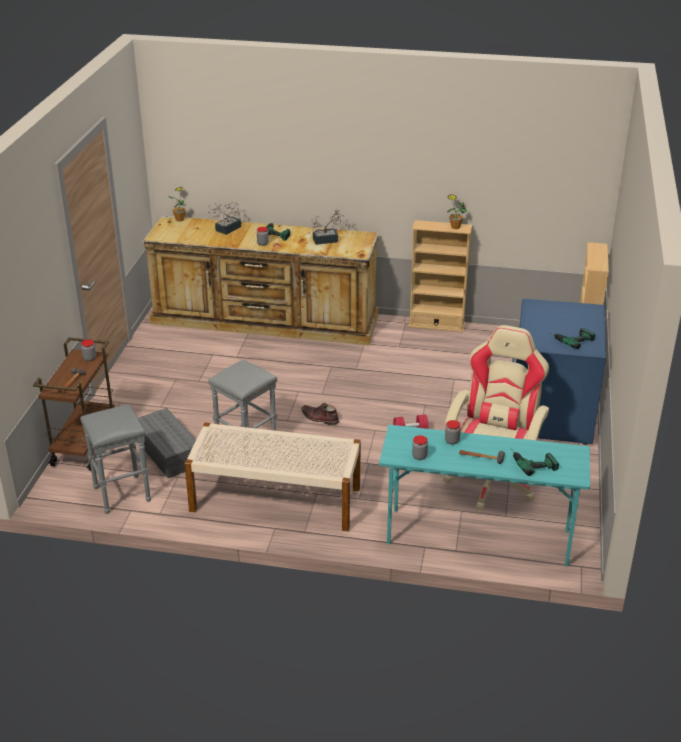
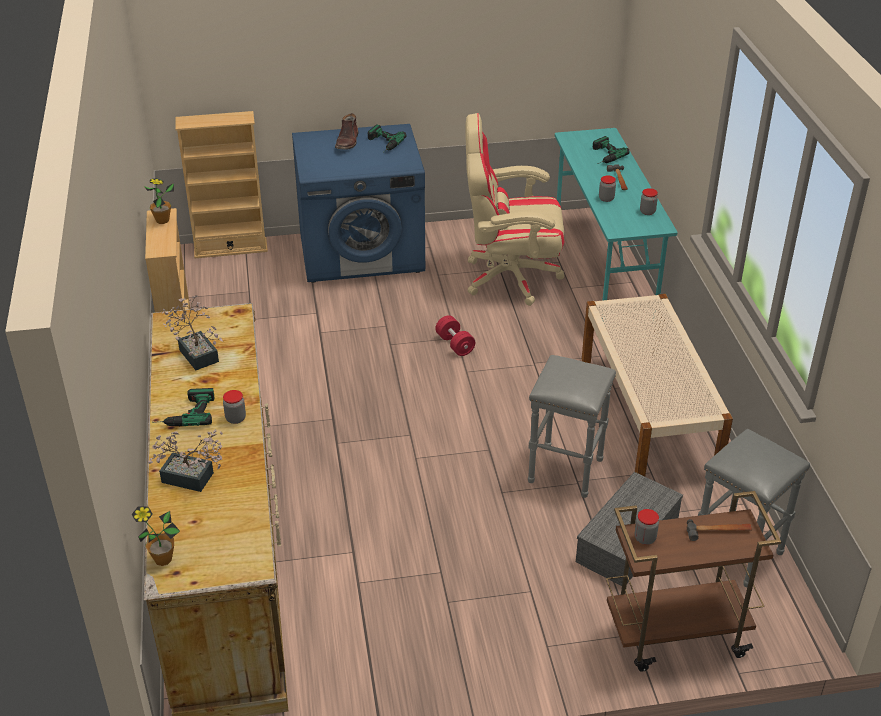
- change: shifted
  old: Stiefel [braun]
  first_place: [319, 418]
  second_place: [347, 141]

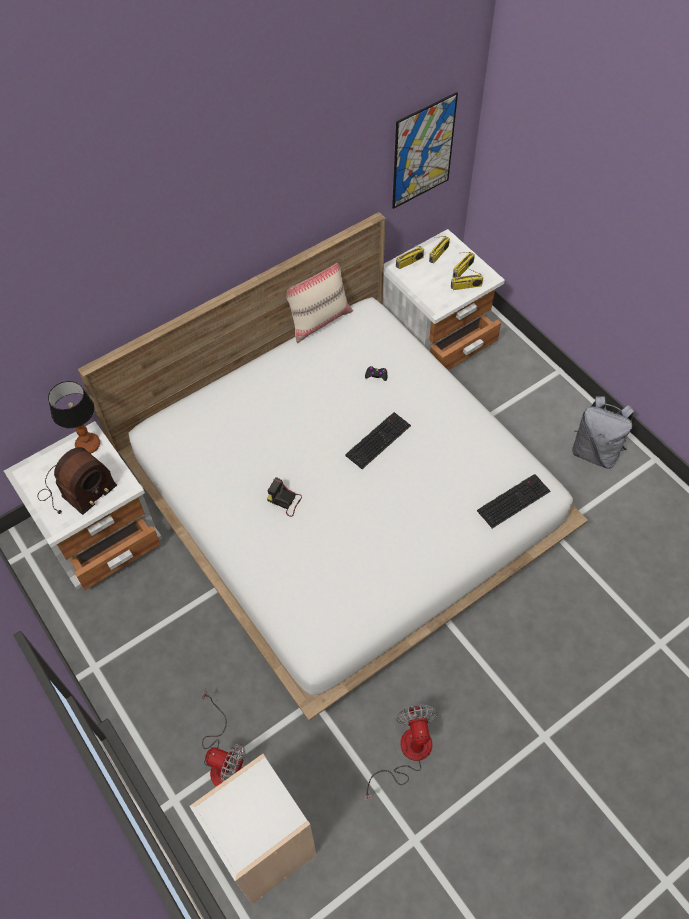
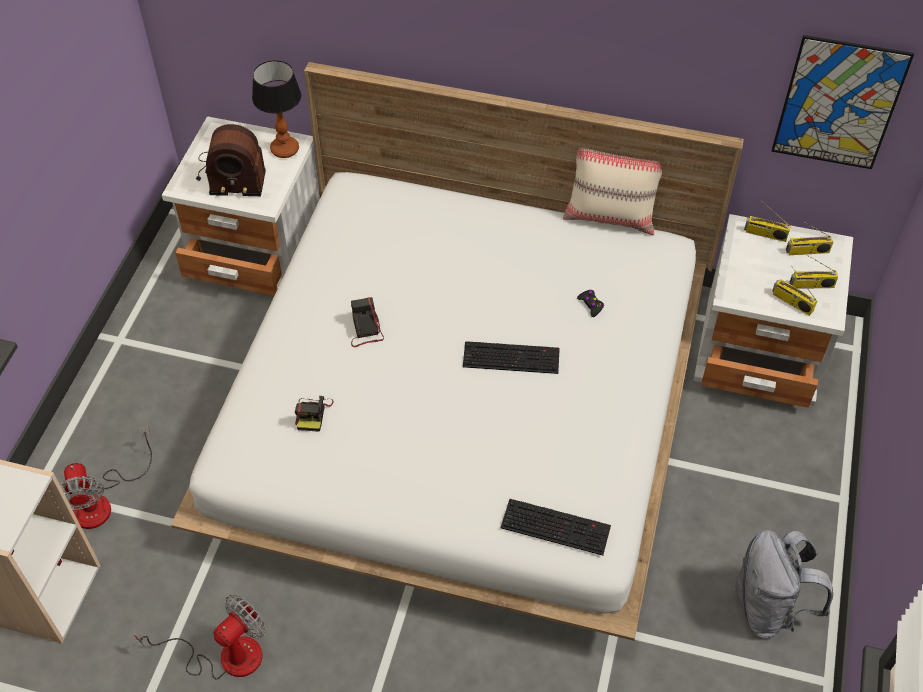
- change: new
  new: Kamera
  second_place: [313, 414]

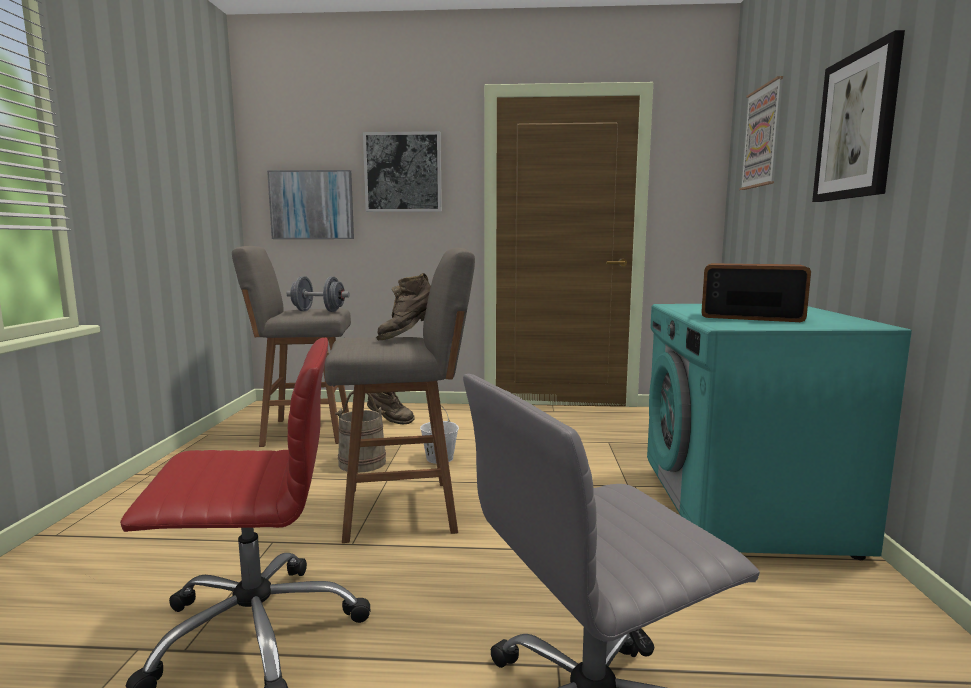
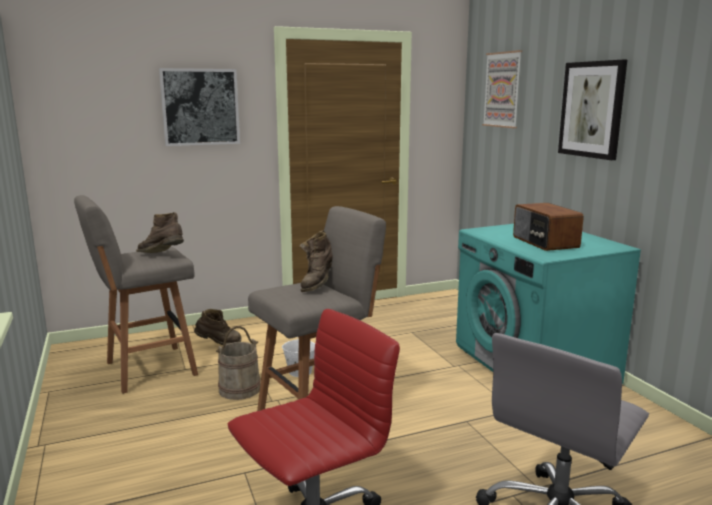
- change: swapped
  old: Hantel [grau]
  new: Stiefel [braun]
  first_place: [318, 311]
  second_place: [162, 255]
- change: rotated
  old: Radio
  first_place: [750, 316]
  second_place: [544, 242]
  degrees: -105
- change: gone
  old: Bild
  first_place: [312, 205]

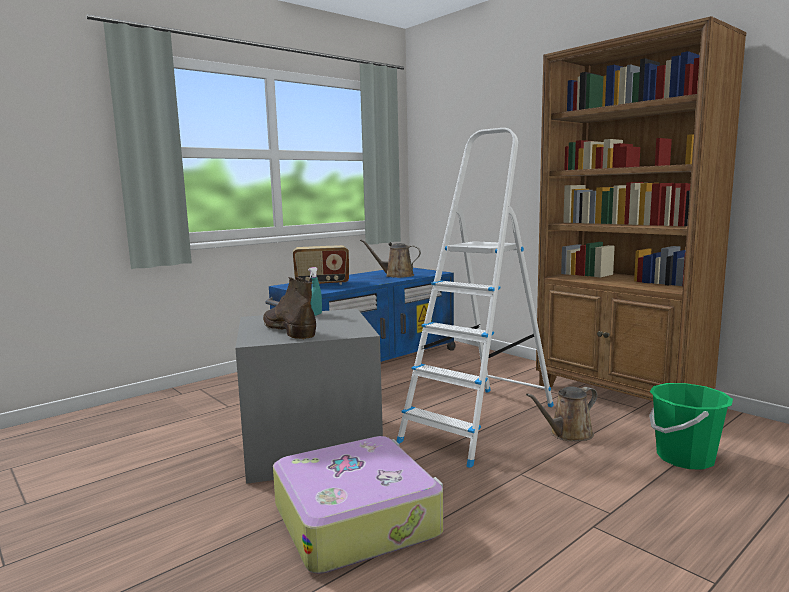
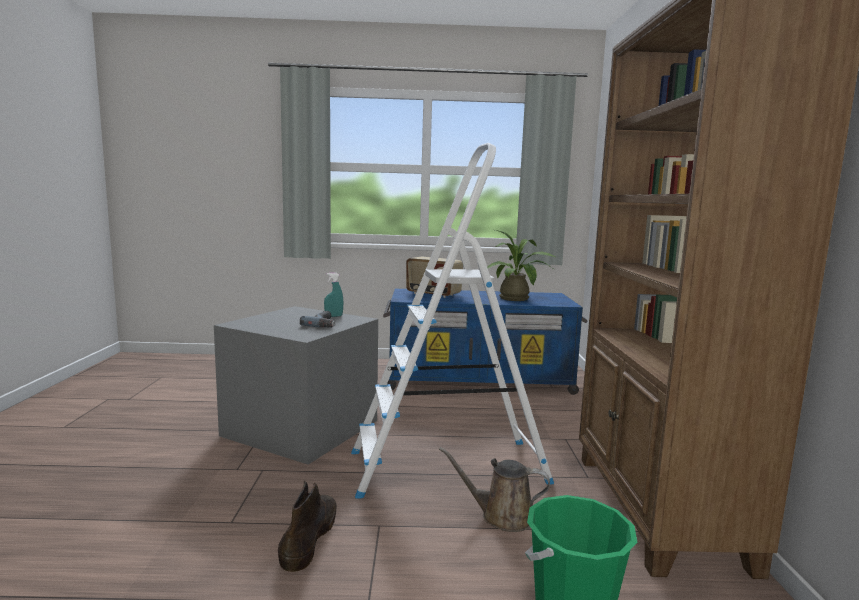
- change: shifted
  old: Stiefel [braun]
  first_place: [288, 330]
  second_place: [310, 536]
- change: new
  new: Bohrmaschine
  second_place: [324, 324]
- change: swapped
  old: Gießkanne [braun]
  new: Topfpflanze
  first_place: [396, 275]
  second_place: [517, 299]
- change: gone
  old: Koffer
  first_place: [357, 518]

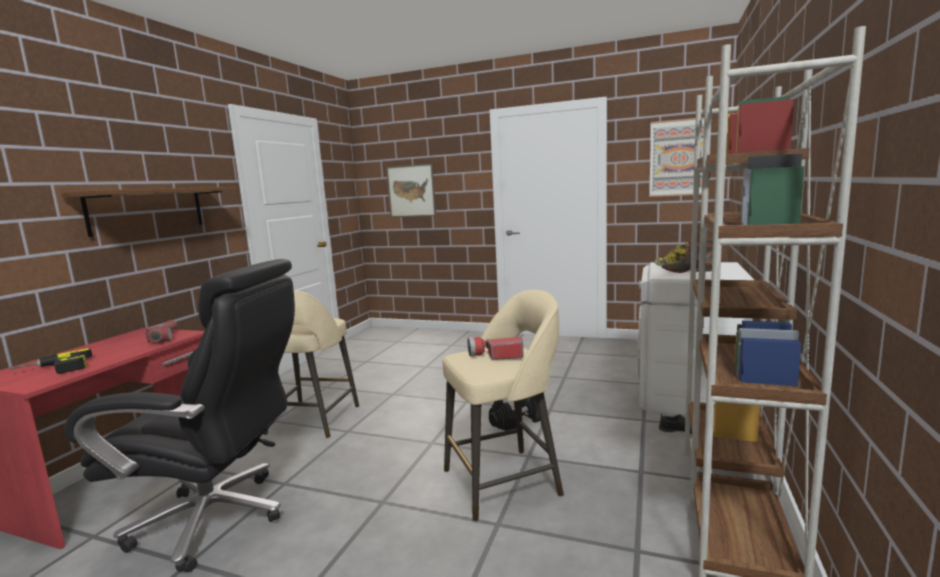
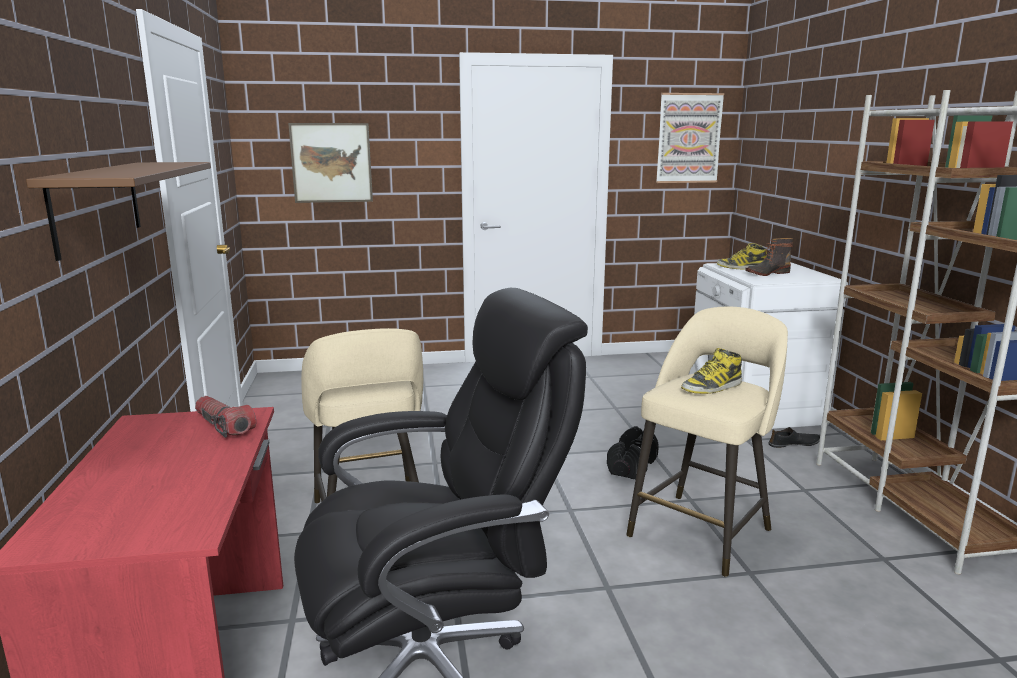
- change: swapped
  old: Taschenlampe
  new: Stiefel
  first_place: [495, 356]
  second_place: [712, 387]
- change: gone
  old: Bohrmaschine
  first_place: [53, 369]

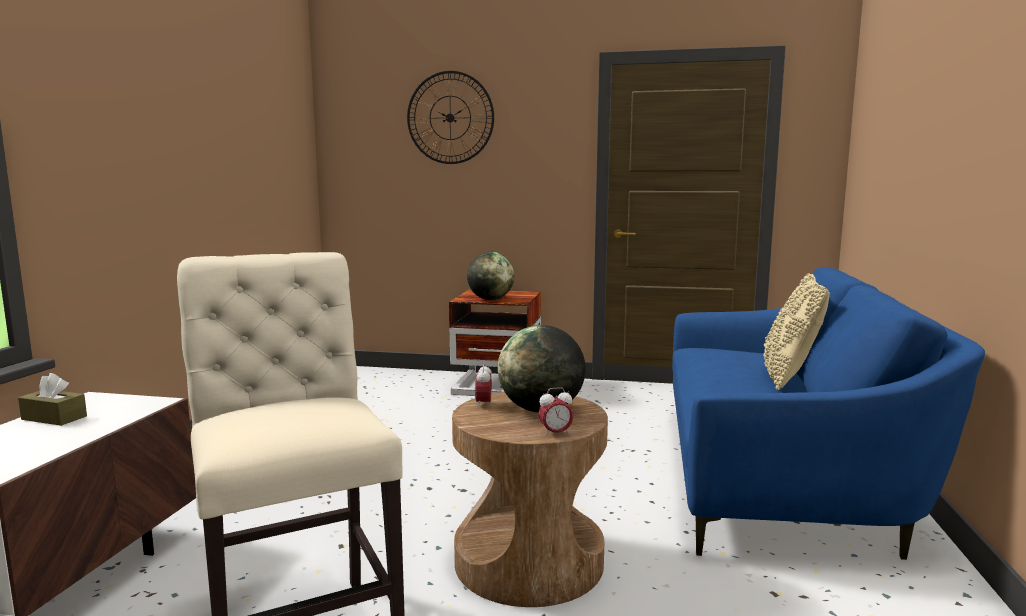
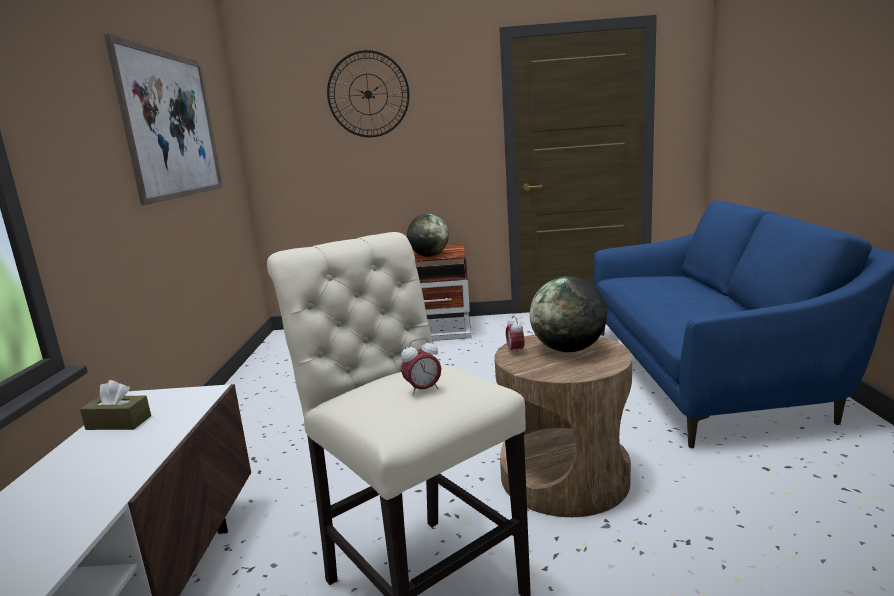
- change: new
  new: Bild
  second_place: [172, 125]
- change: shifted
  old: Wecker
  first_place: [555, 433]
  second_place: [423, 390]
- change: gone
  old: Kissen [beige]
  first_place: [789, 377]

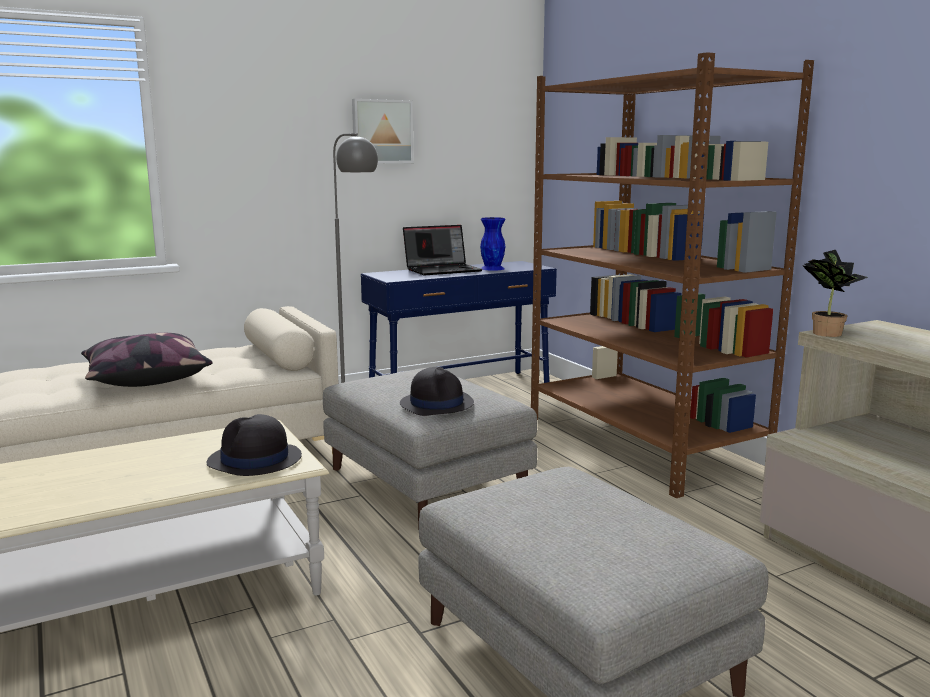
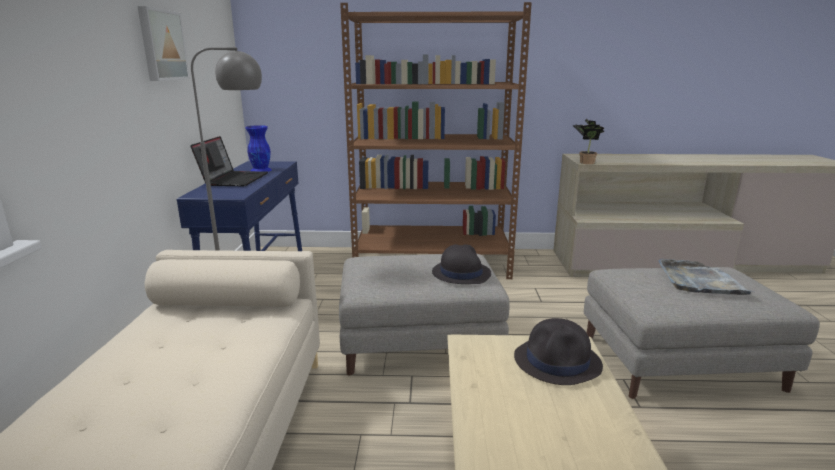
- change: new
  new: Tablett [grau]
  second_place: [699, 281]
- change: gone
  old: Kissen
  first_place: [145, 378]

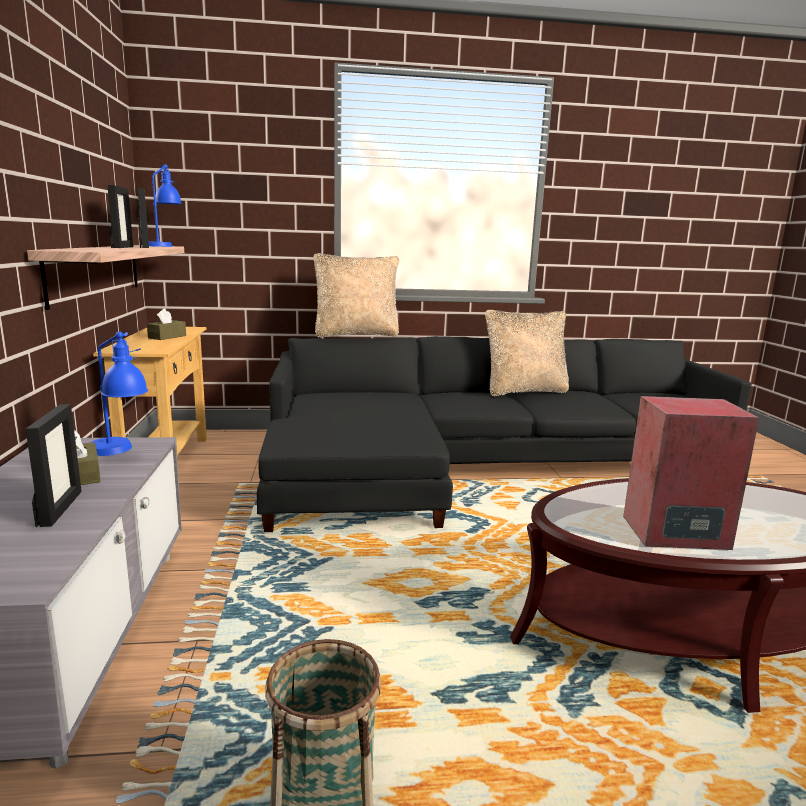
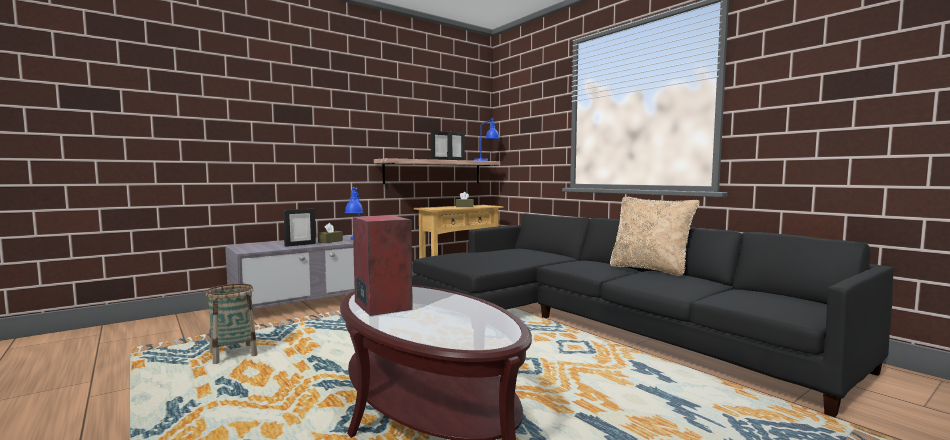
- change: gone
  old: Kissen [beige]
  first_place: [357, 336]

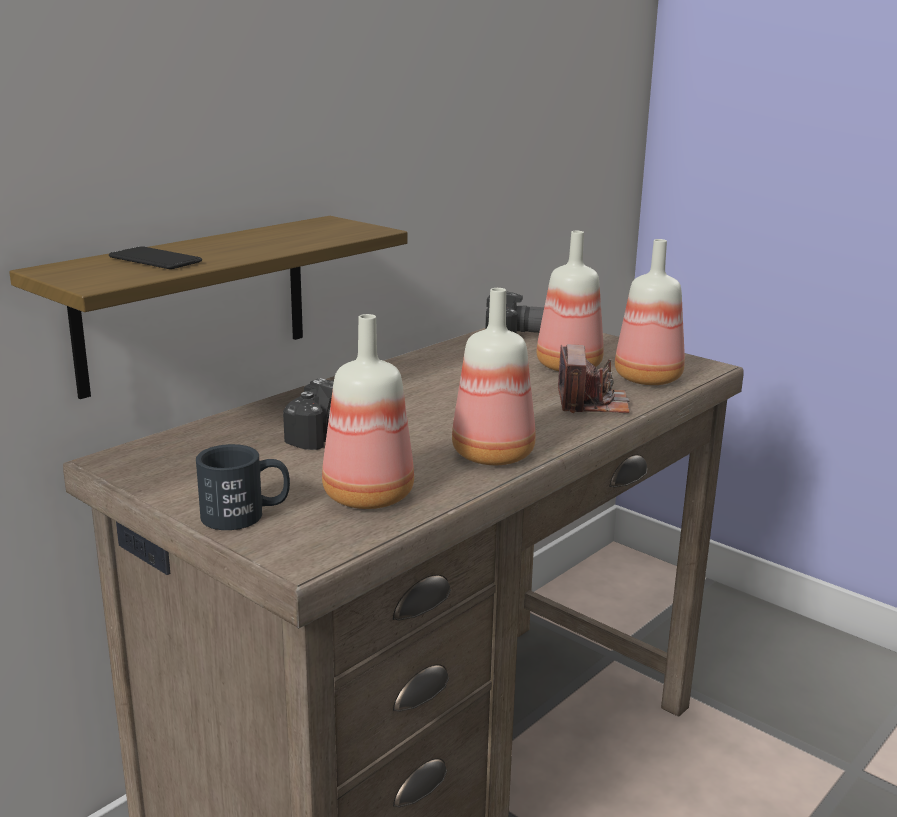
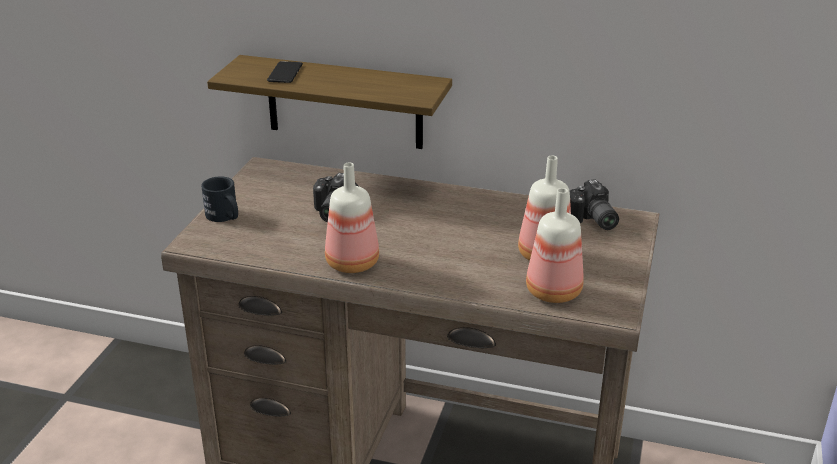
- change: gone
  old: Flasche
  first_place: [367, 498]
- change: gone
  old: Kamera
  first_place: [592, 403]

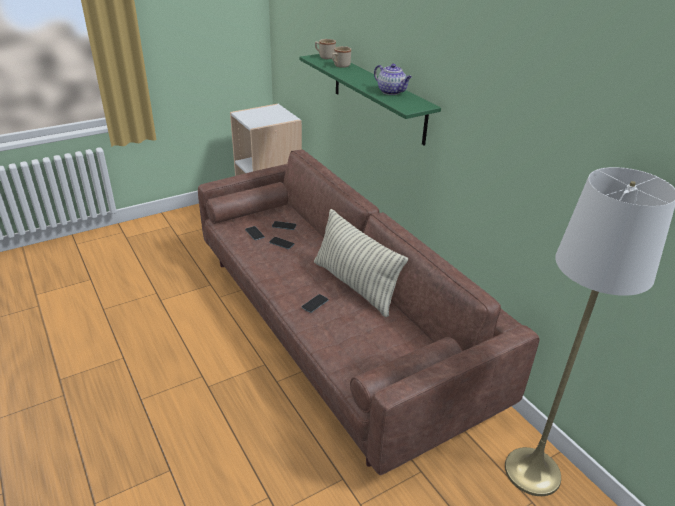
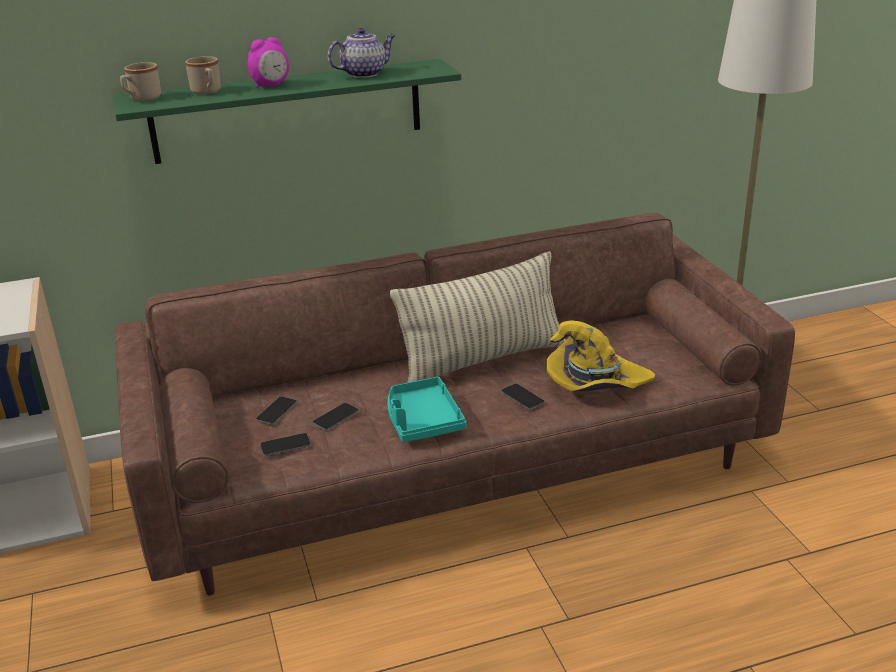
- change: new
  new: Wecker
  second_place: [271, 85]
- change: new
  new: Tablett [türkis]
  second_place: [422, 420]
- change: new
  new: Hut [gelb]
  second_place: [595, 382]

